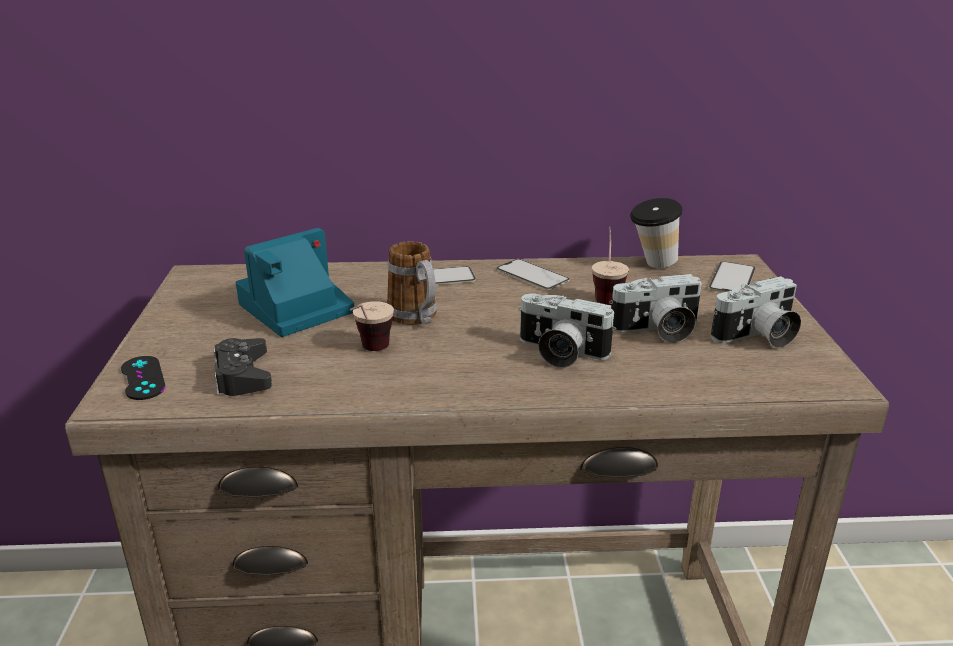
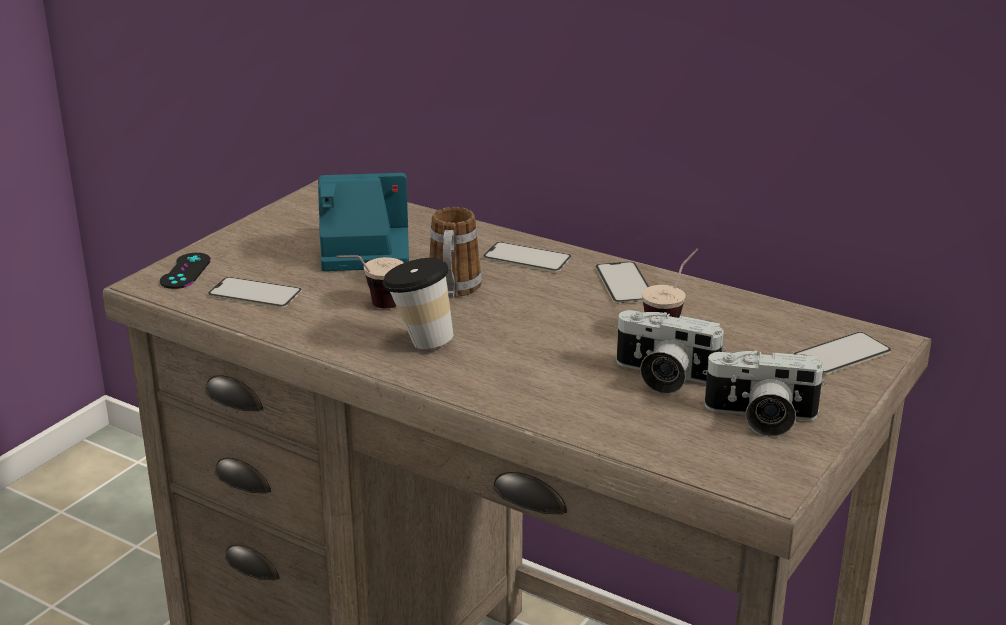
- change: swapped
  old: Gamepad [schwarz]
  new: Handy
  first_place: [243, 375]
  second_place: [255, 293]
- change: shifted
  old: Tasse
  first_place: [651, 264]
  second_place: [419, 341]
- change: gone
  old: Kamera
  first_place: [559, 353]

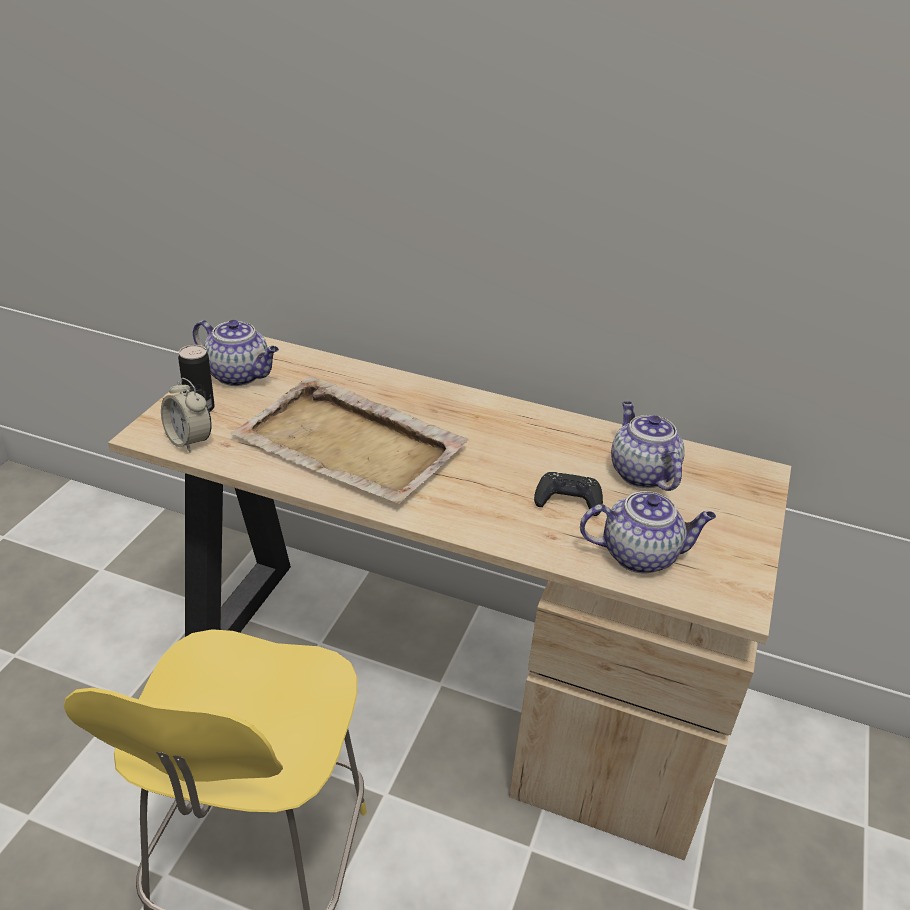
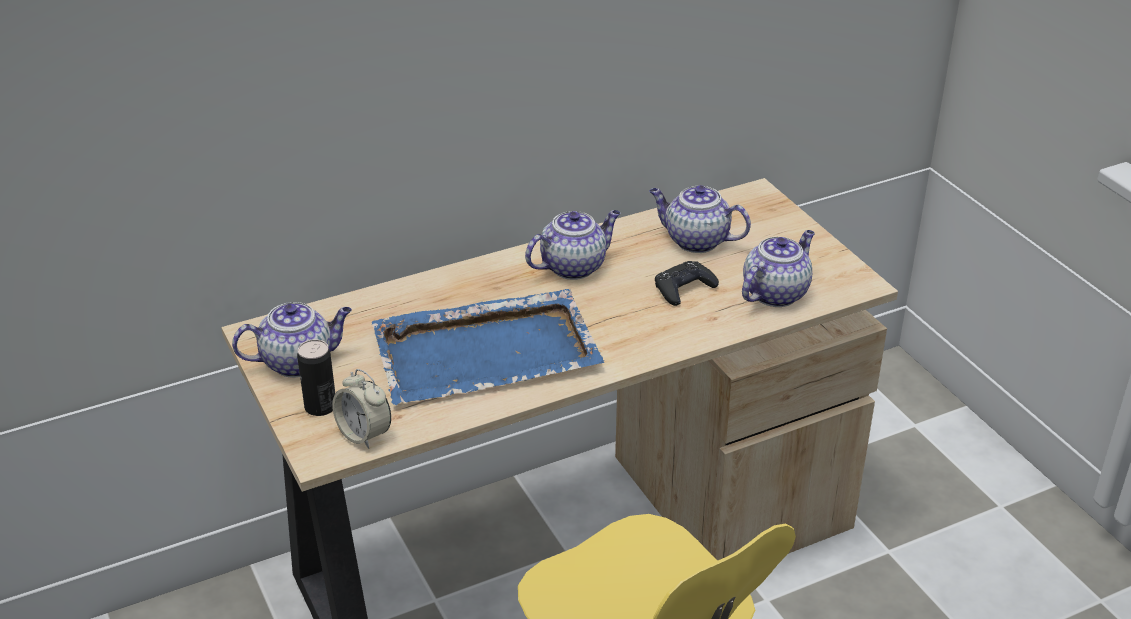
- change: rotated
  old: Wecker
  first_place: [189, 441]
  second_place: [364, 434]
  degrees: 45
- change: repainted
  old: Tablett [beige]
  new: Tablett [blau]
  first_place: [351, 445]
  second_place: [488, 352]
- change: new
  new: Teekanne
  second_place: [574, 266]

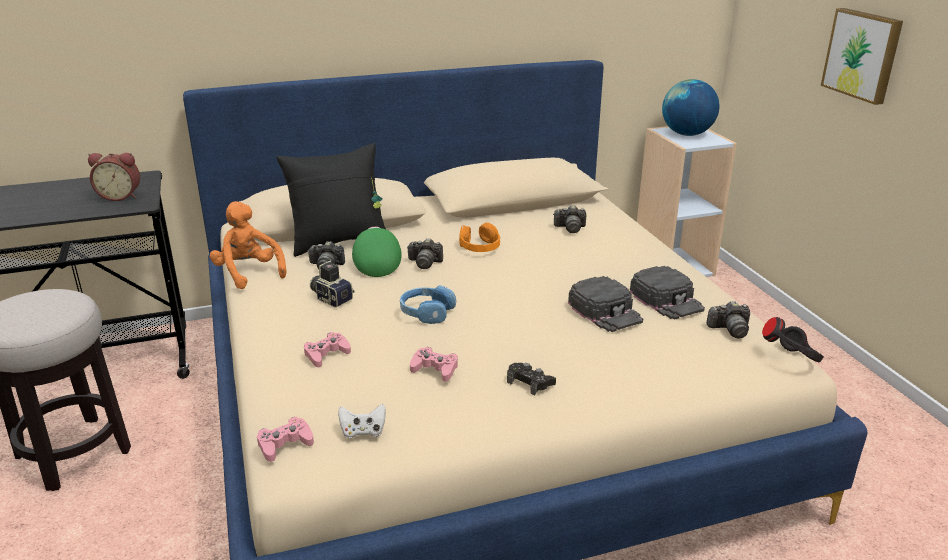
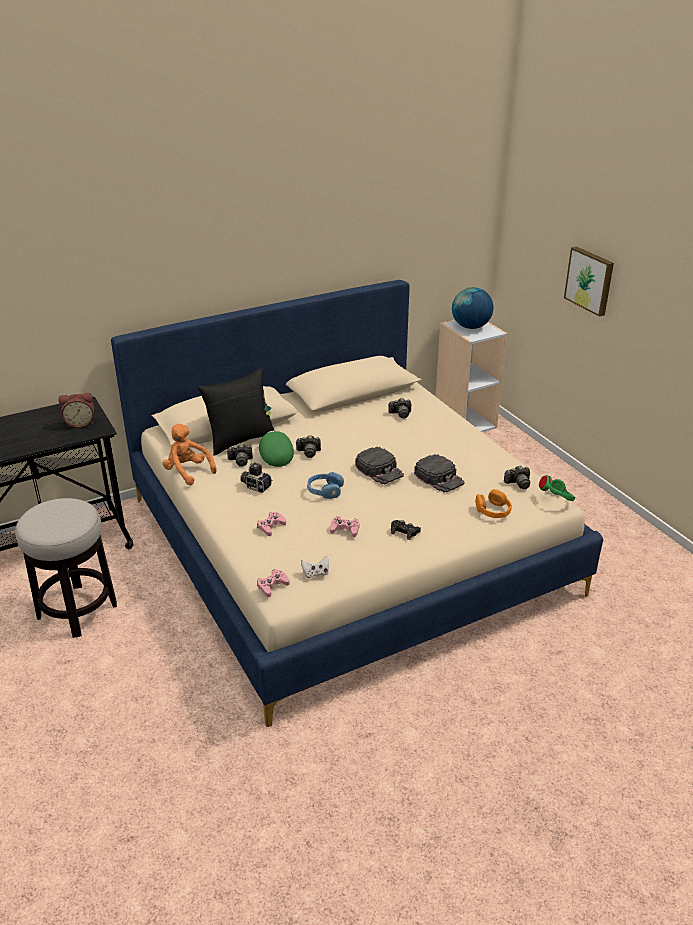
- change: shifted
  old: Kappe [schwarz]
  first_place: [667, 299]
  second_place: [380, 470]
- change: shifted
  old: Kopfhörer [orange]
  first_place: [479, 247]
  second_place: [493, 511]
- change: repainted
  old: Kopfhörer [schwarz]
  new: Kopfhörer [grün]
  first_place: [791, 360]
  second_place: [557, 500]

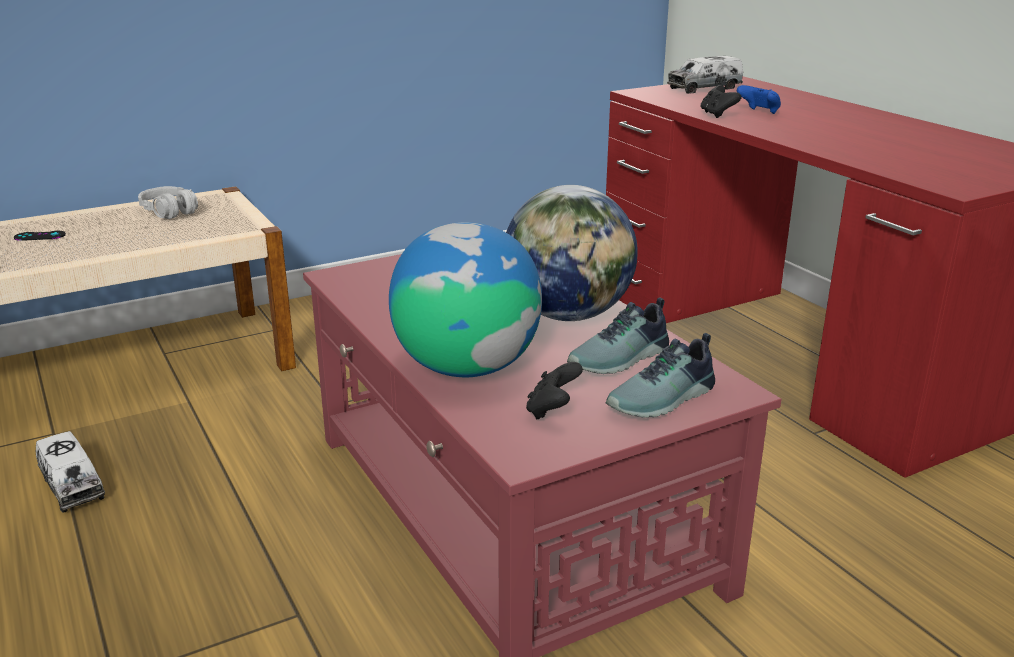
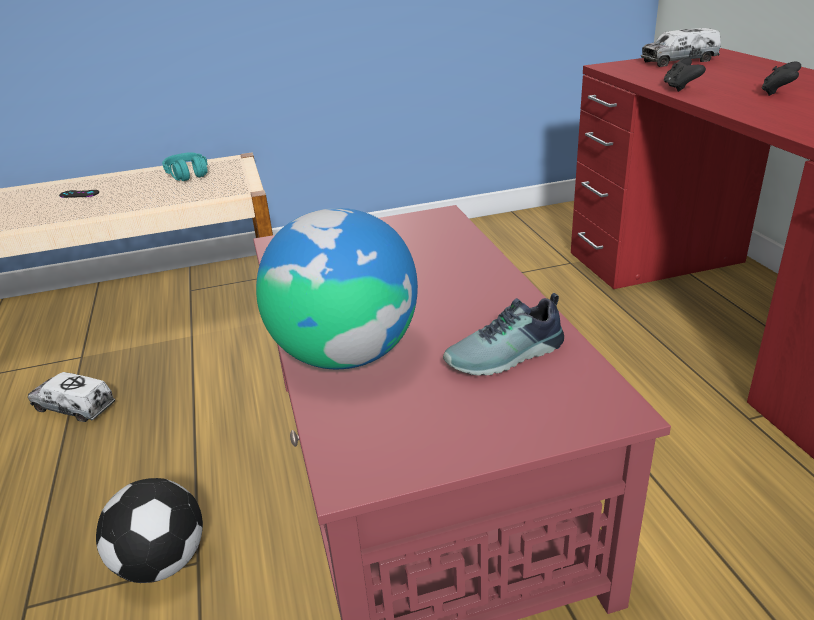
- change: rotated
  old: Spielzeuglaster
  first_place: [72, 486]
  second_place: [74, 407]
  degrees: 135
- change: new
  new: Fußball
  second_place: [162, 561]
- change: repainted
  old: Kopfhörer [grau]
  new: Kopfhörer [türkis]
  first_place: [170, 212]
  second_place: [188, 174]
- change: shifted
  old: Gamepad [schwarz]
  first_place: [552, 410]
  second_place: [777, 93]
- change: gone
  old: Globus
  first_place: [568, 315]
- change: gone
  old: Schuh
  first_place: [664, 400]
- change: gone
  old: Gamepad [blau]
  first_place: [759, 112]

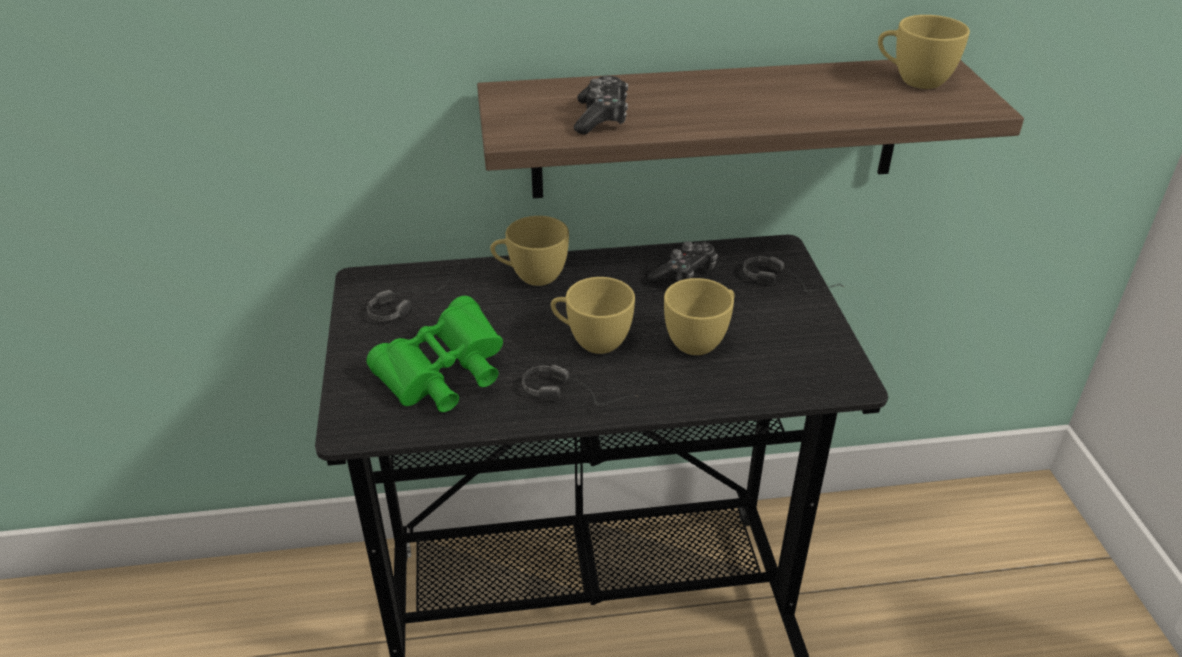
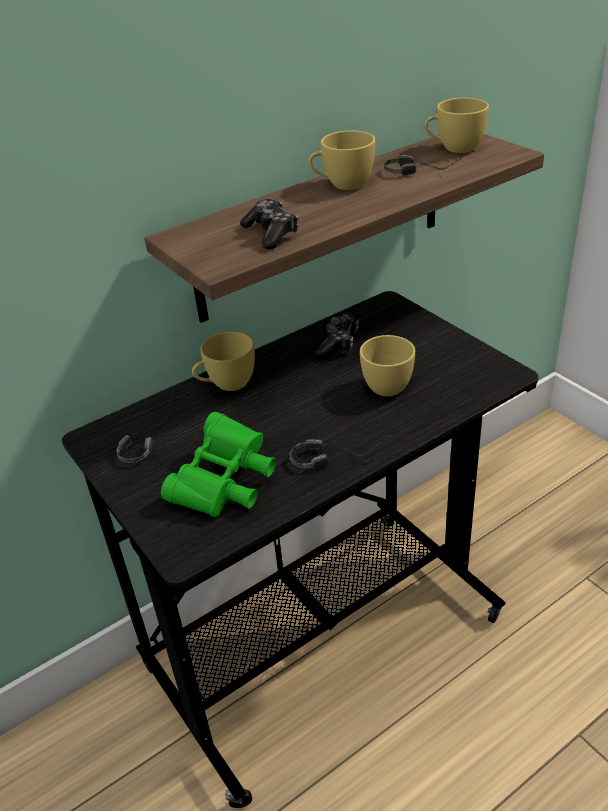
- change: shifted
  old: Tasse [gelb]
  first_place: [591, 340]
  second_place: [342, 185]
- change: shifted
  old: Kopfhörer
  first_place: [793, 284]
  second_place: [428, 170]

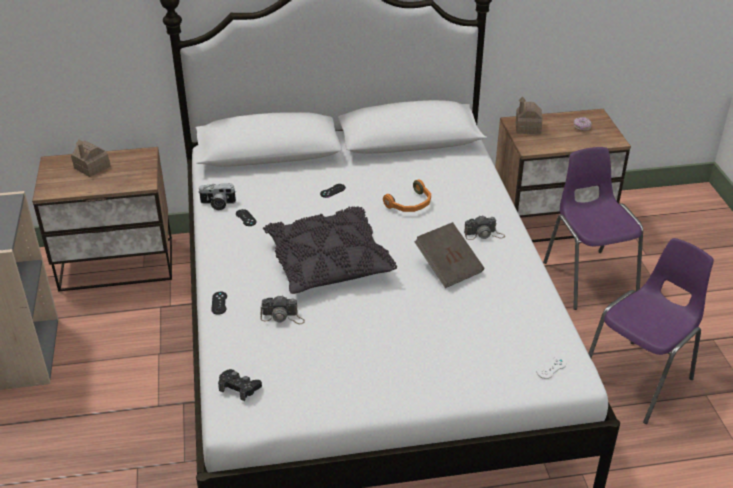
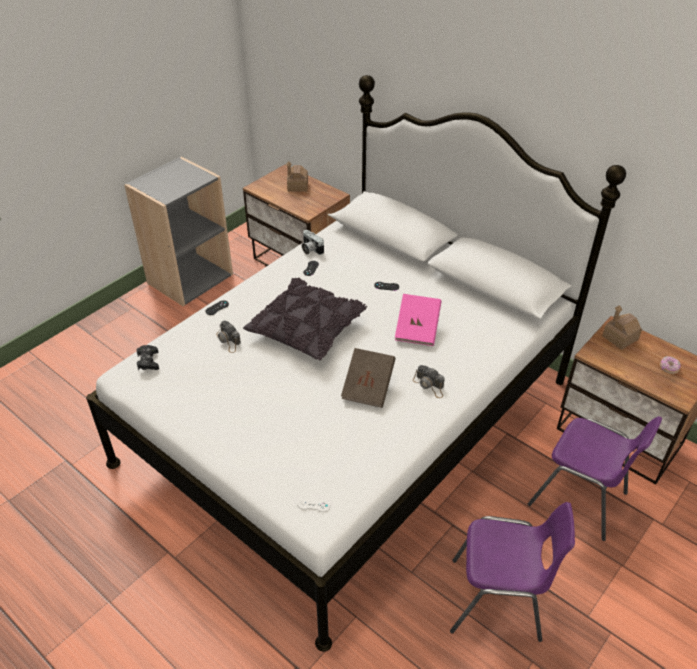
- change: swapped
  old: Kopfhörer [orange]
  new: Buch [rosa]
  first_place: [410, 204]
  second_place: [417, 329]
- change: rotated
  old: Stuhl [lila]
  first_place: [588, 277]
  second_place: [580, 500]
  degrees: 90

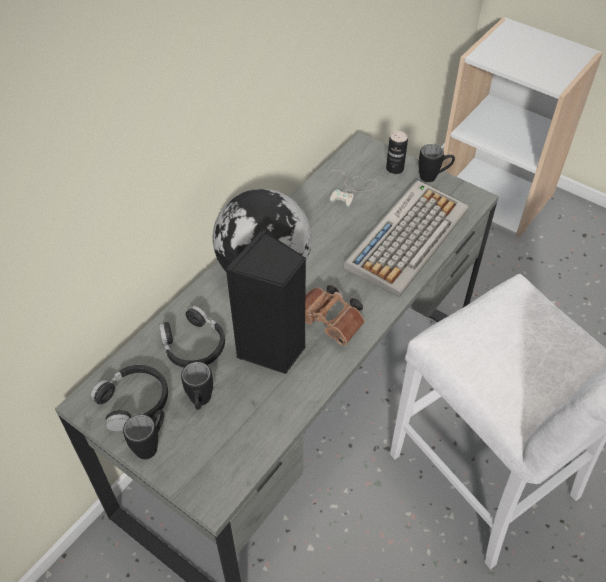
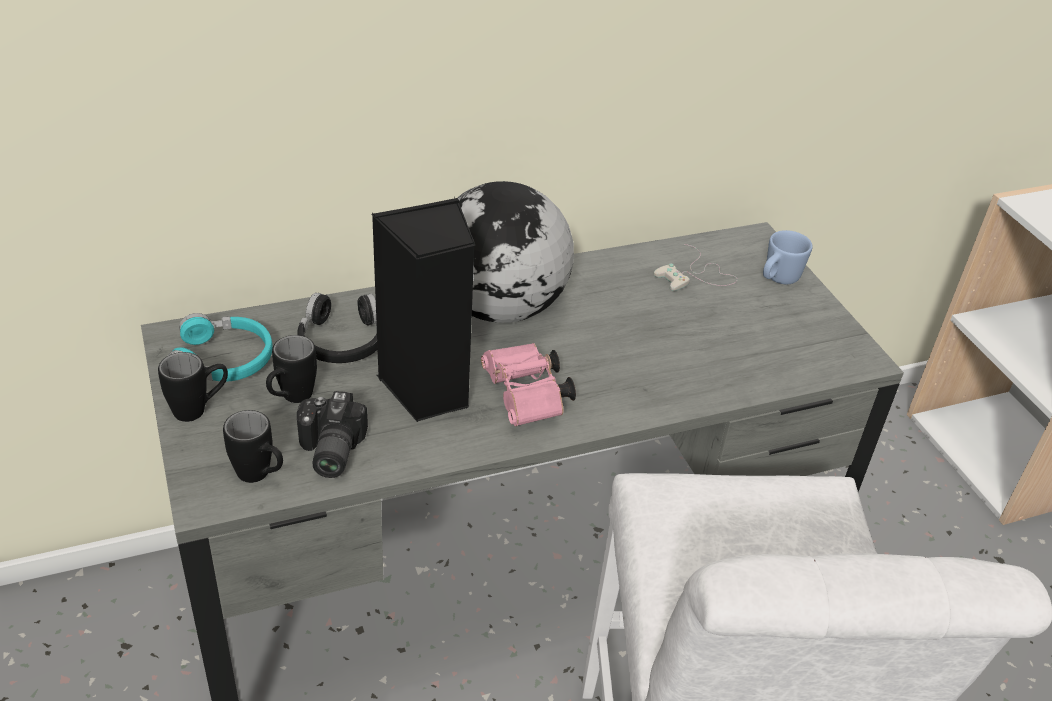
- change: repainted
  old: Kopfhörer [schwarz]
  new: Kopfhörer [türkis]
  first_place: [134, 401]
  second_place: [224, 360]
- change: shifted
  old: Henkelbecher [schwarz]
  first_place: [433, 177]
  second_place: [260, 476]
- change: new
  new: Kamera
  second_place: [328, 451]
- change: repainted
  old: Fernglas [braun]
  new: Fernglas [rosa]
  first_place: [331, 322]
  second_place: [527, 398]
- change: swapped
  old: Dose
  new: Henkelbecher [blau]
  first_place: [394, 169]
  second_place: [777, 279]
- change: gone
  old: Tastatur
  first_place: [407, 237]

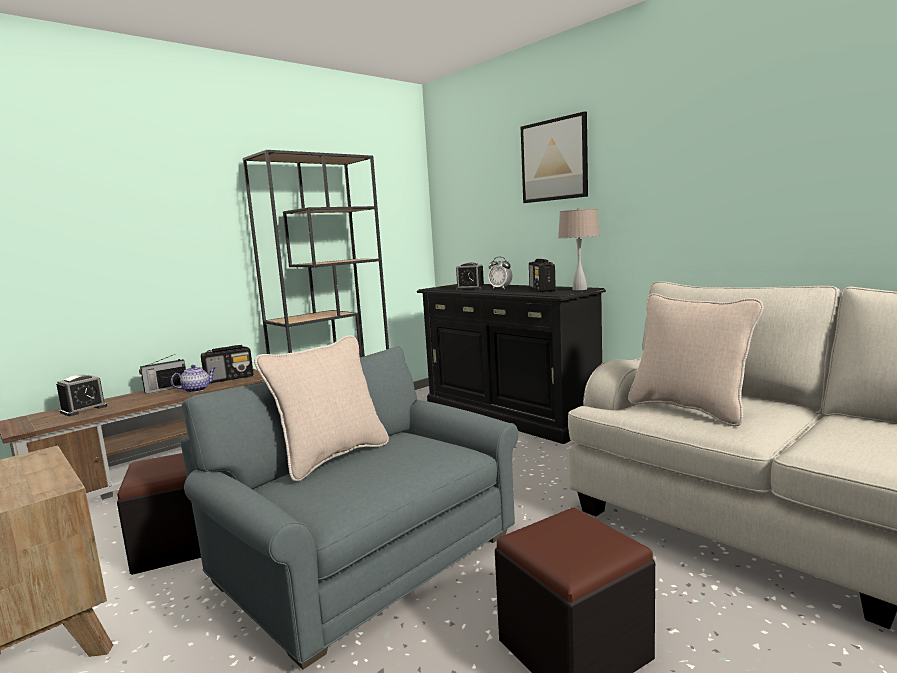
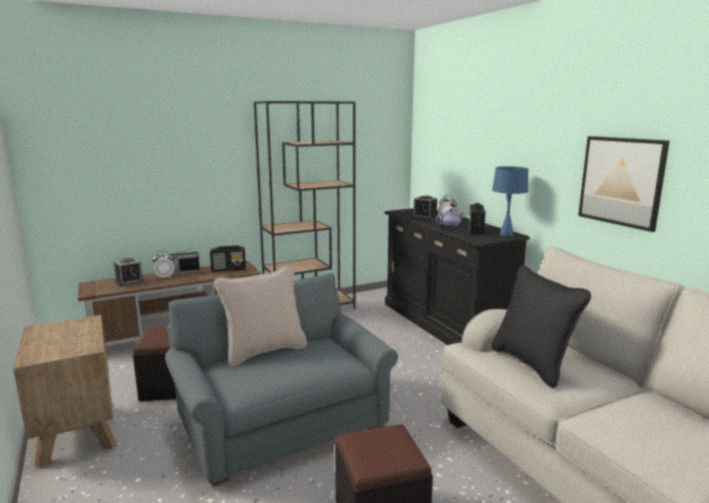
- change: new
  new: Wecker
  second_place: [165, 277]
- change: shifted
  old: Teekanne
  first_place: [196, 389]
  second_place: [449, 227]
- change: repainted
  old: Kissen [beige]
  new: Kissen [schwarz]
  first_place: [689, 409]
  second_place: [532, 364]
- change: repainted
  old: Tischlampe [beige]
  new: Tischlampe [blau]
  first_place: [579, 289]
  second_place: [506, 234]
- change: shifted
  old: Bild
  first_place: [554, 160]
  second_place: [621, 181]

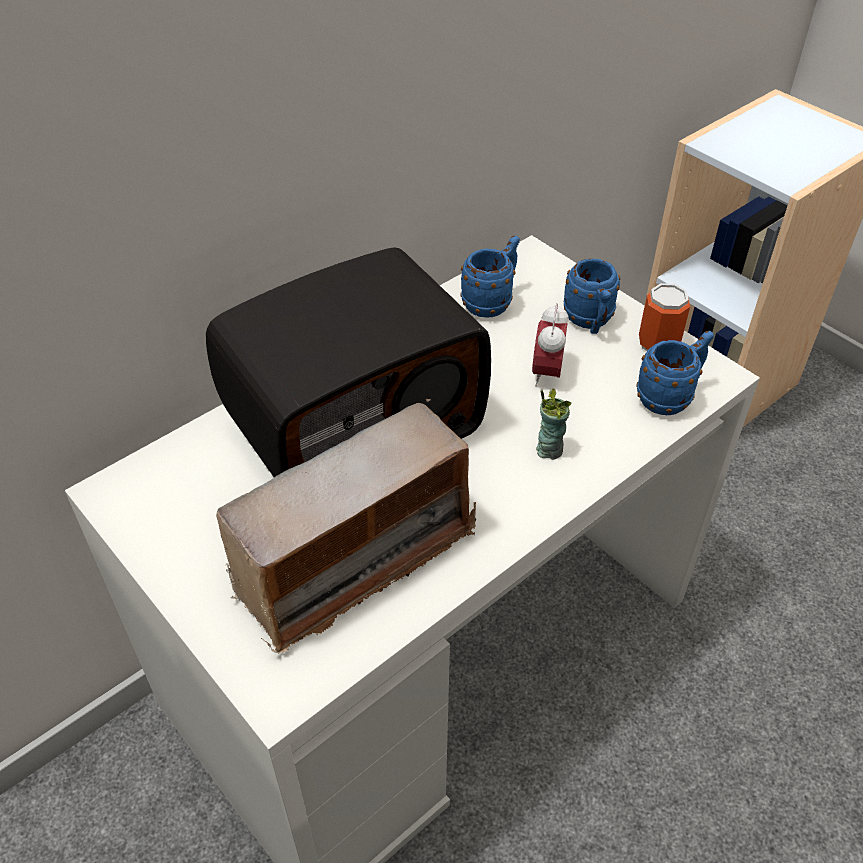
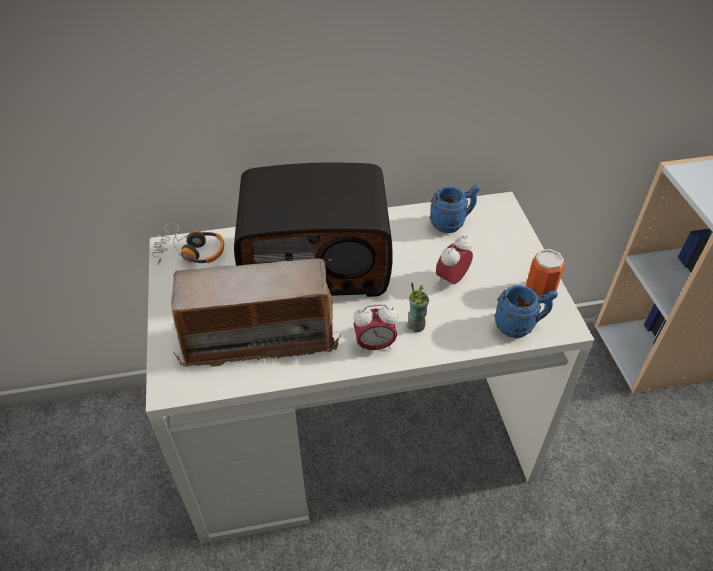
- change: new
  new: Kopfhörer
  second_place: [190, 252]
- change: new
  new: Wecker
  second_place: [374, 345]
- change: gone
  old: Henkelbecher [blau]
  first_place: [590, 322]

